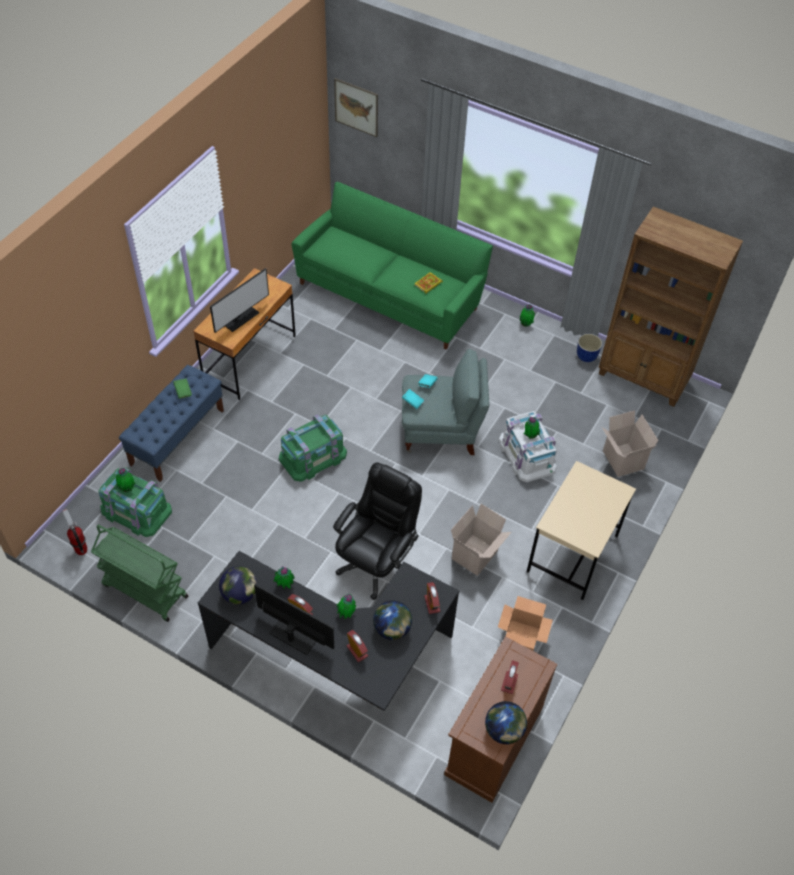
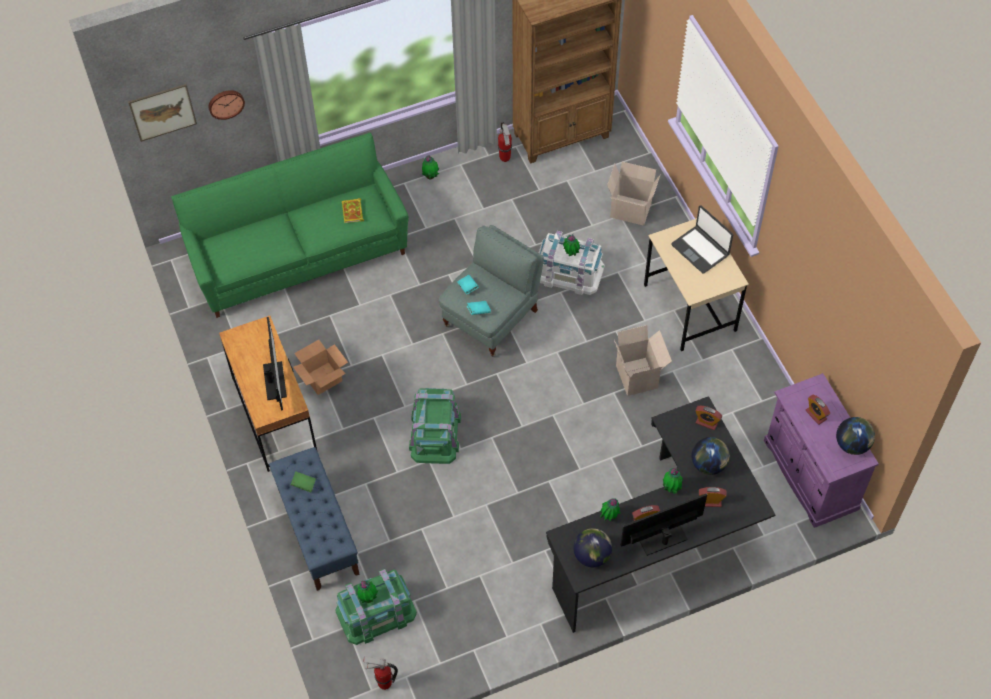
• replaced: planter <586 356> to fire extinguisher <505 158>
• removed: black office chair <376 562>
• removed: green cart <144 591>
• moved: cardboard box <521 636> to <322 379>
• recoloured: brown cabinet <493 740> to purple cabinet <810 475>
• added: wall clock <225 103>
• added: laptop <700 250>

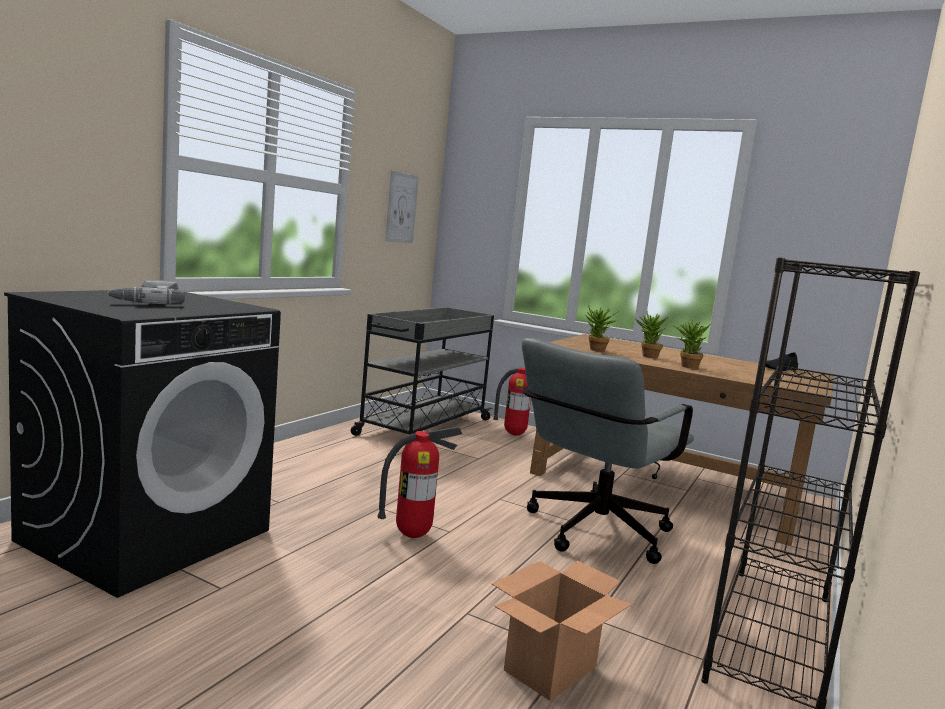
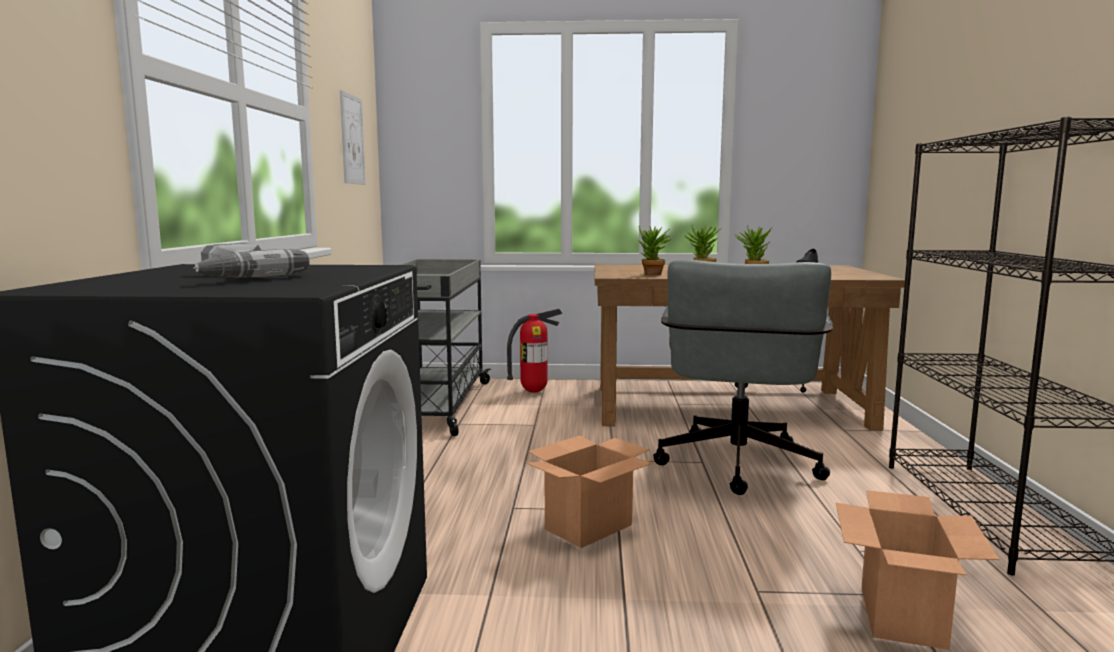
• replaced: fire extinguisher <413 535> to cardboard box <589 527>

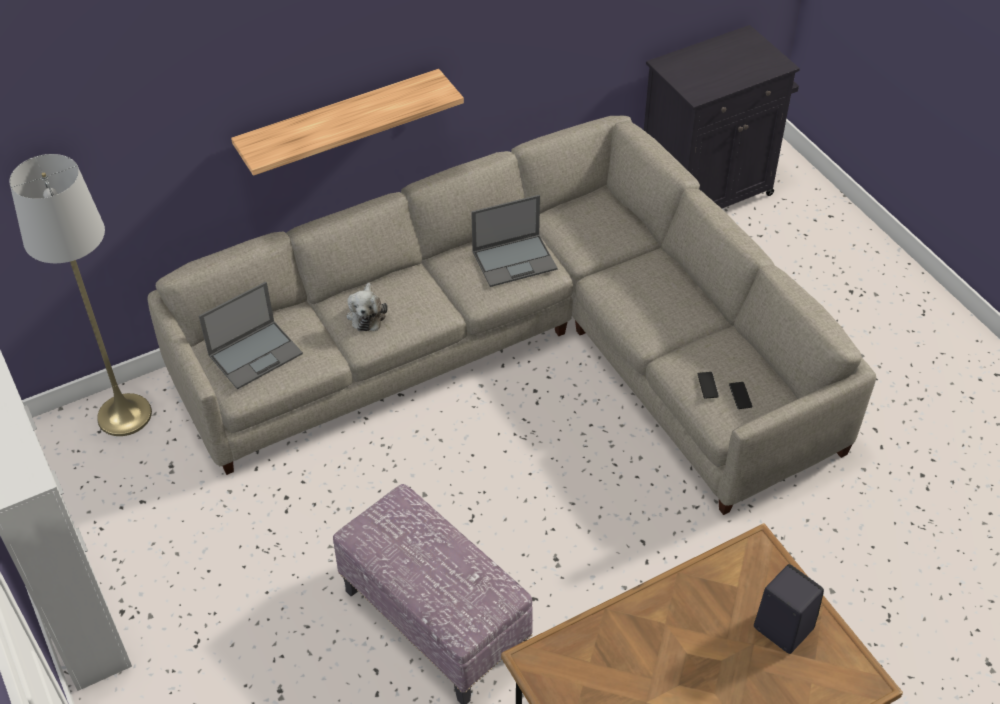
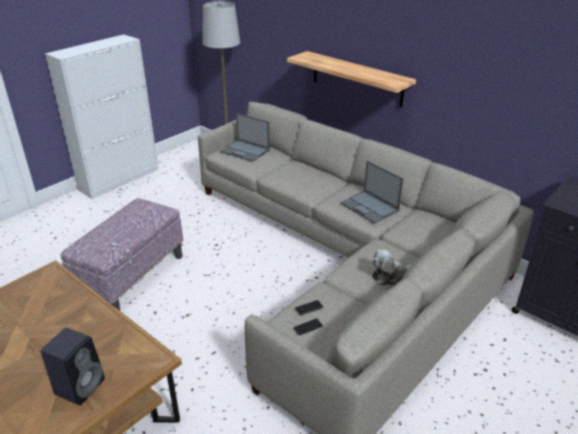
• moved: plush toy <367 314> to <390 276>

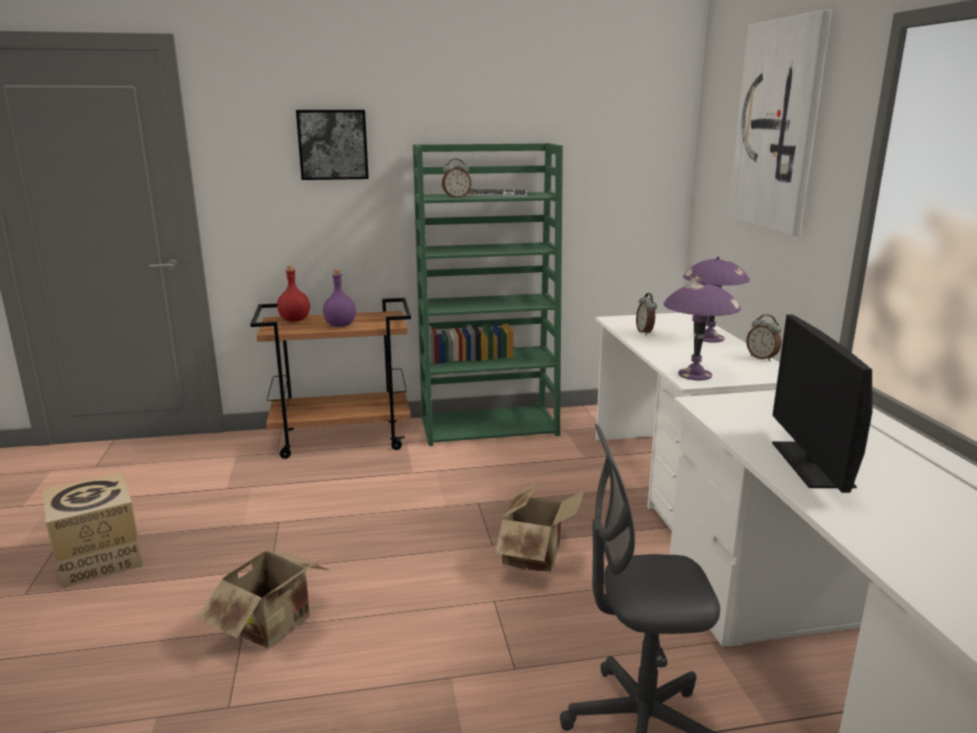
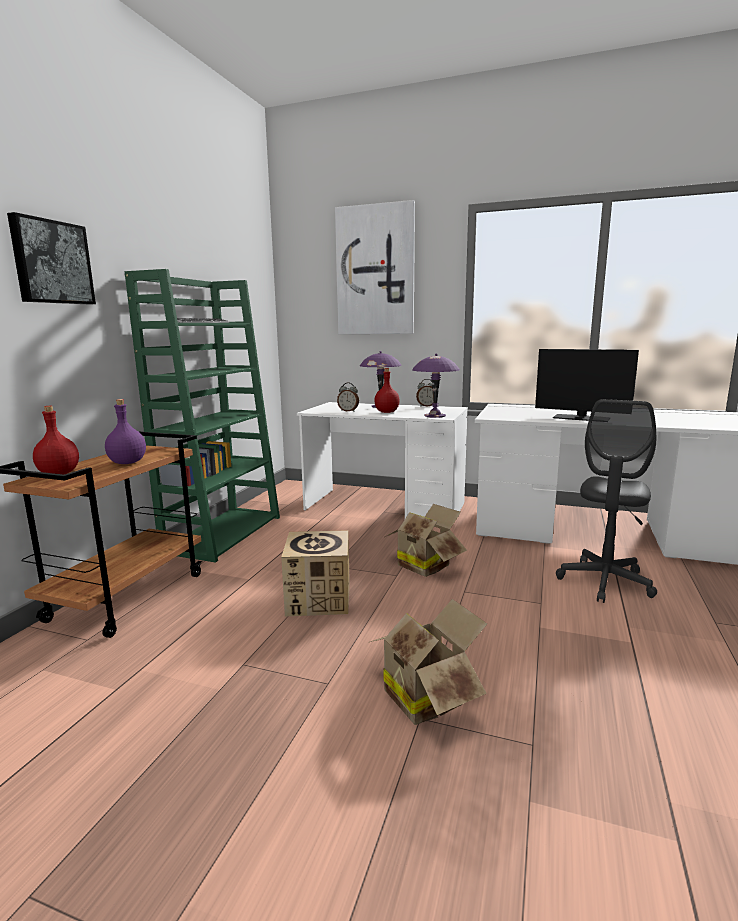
• removed: alarm clock <456 197>
• moved: cardboard box <99 559> to <319 599>
• added: red bottle <387 412>

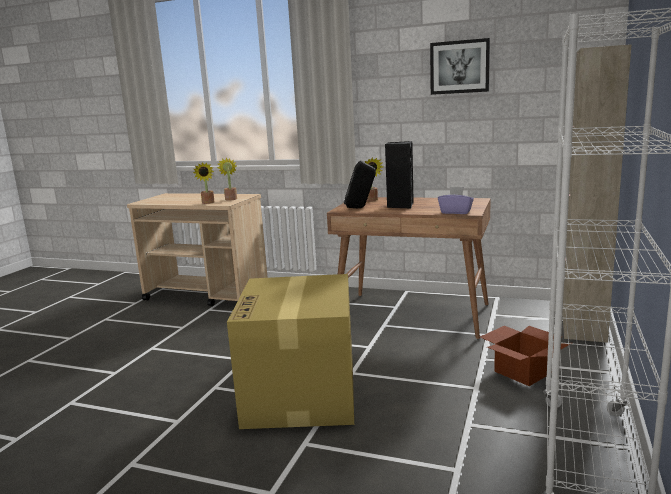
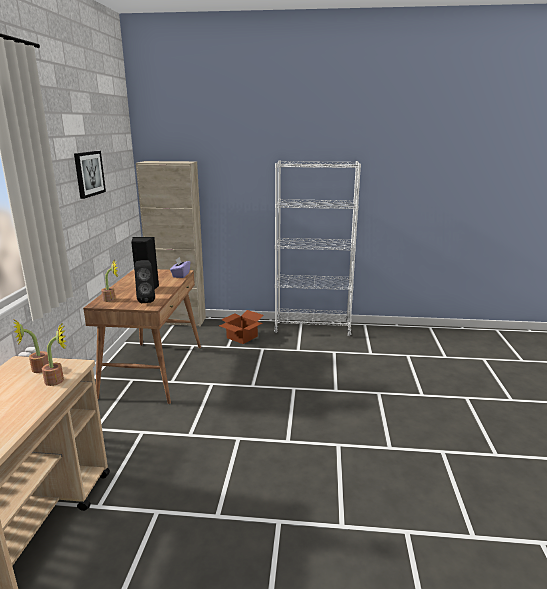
• removed: cardboard box <301 394>

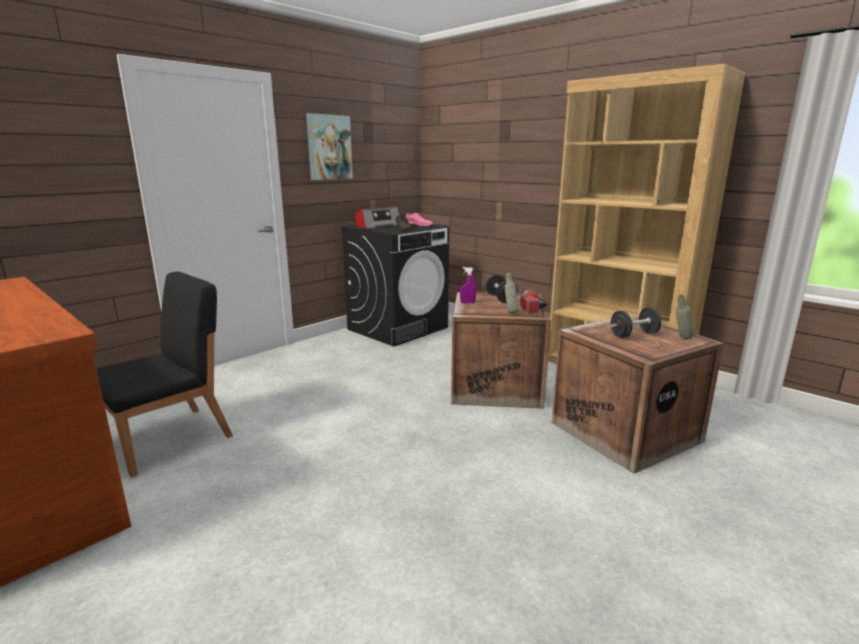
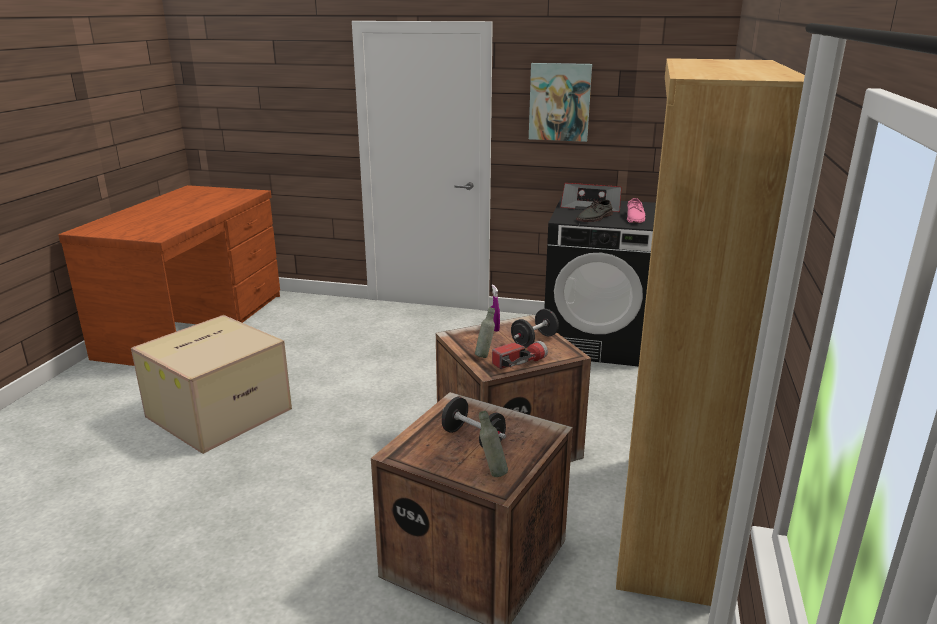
• removed: black chair <170 439>
• added: cardboard box <219 411>

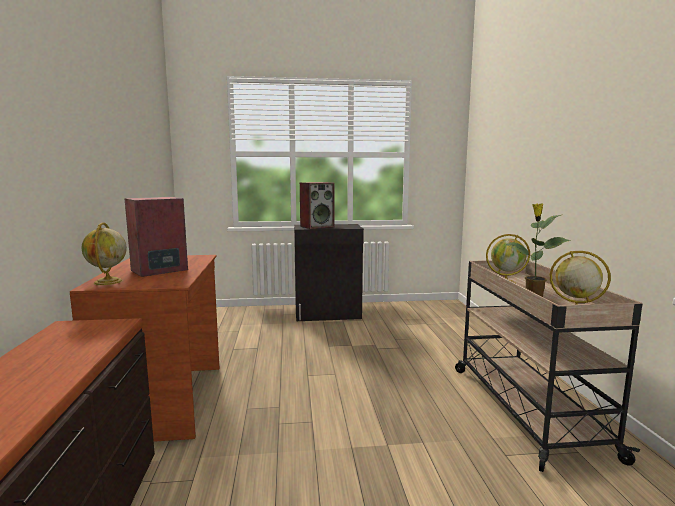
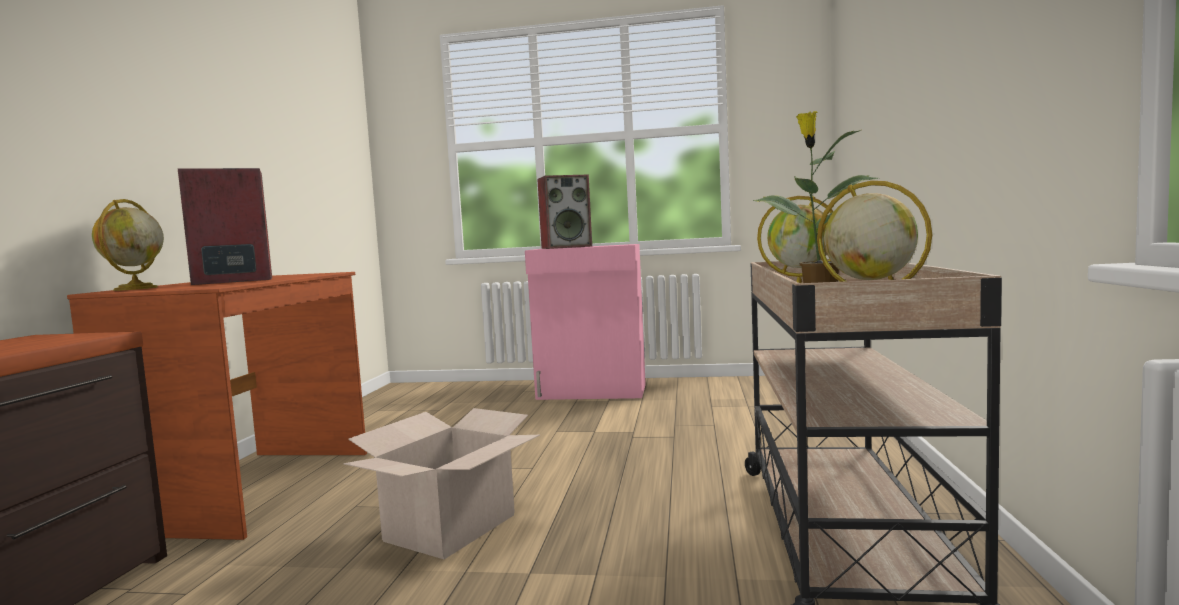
• recoloured: black cabinet <328 314> to pink cabinet <592 392>
• added: cardboard box <450 527>

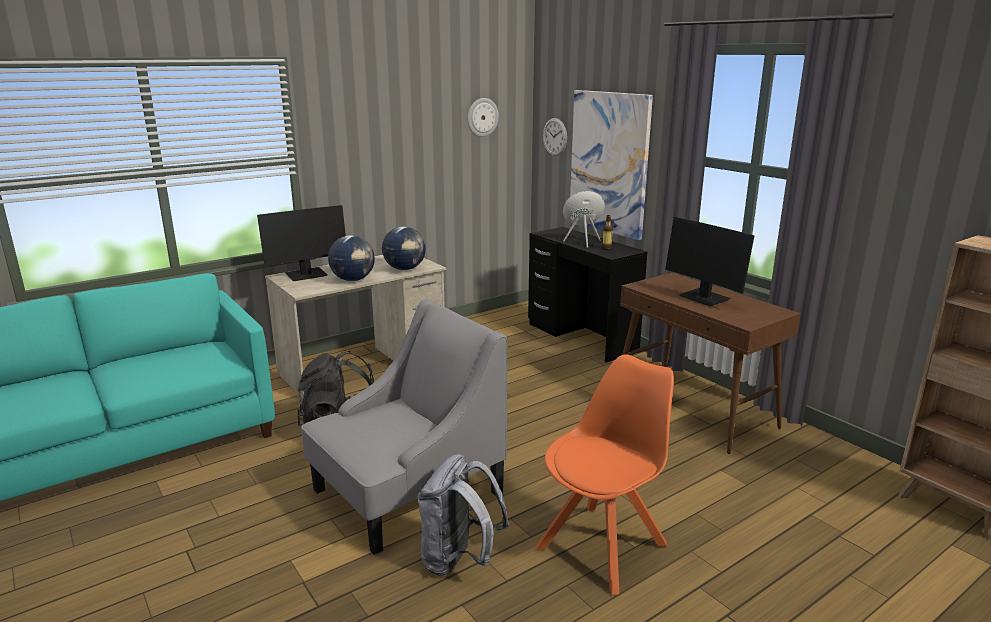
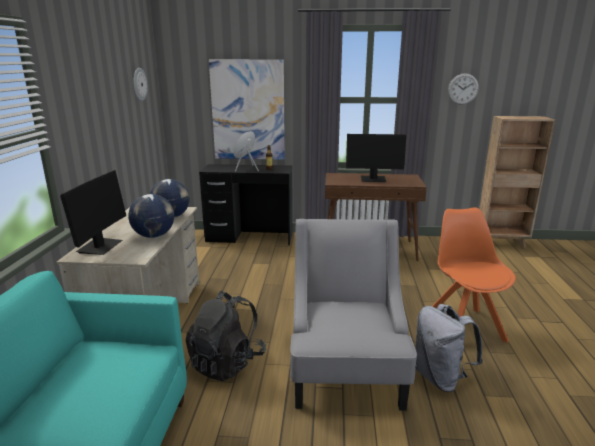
• moved: wall clock <555 137> to <463 89>

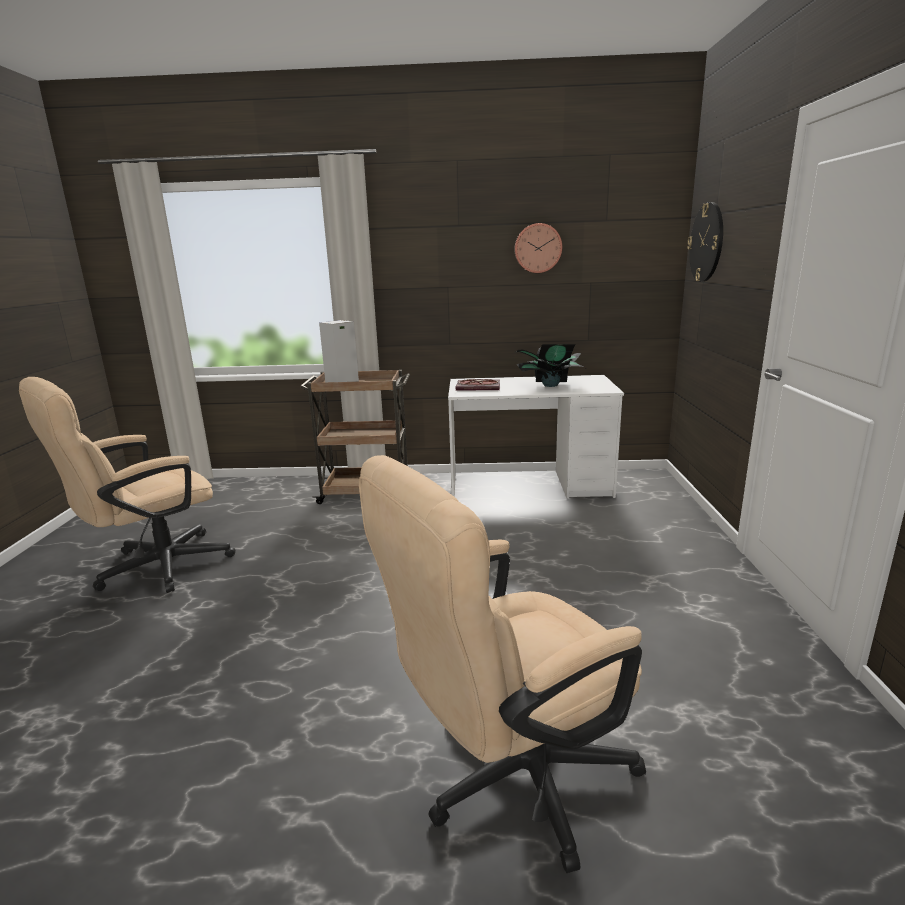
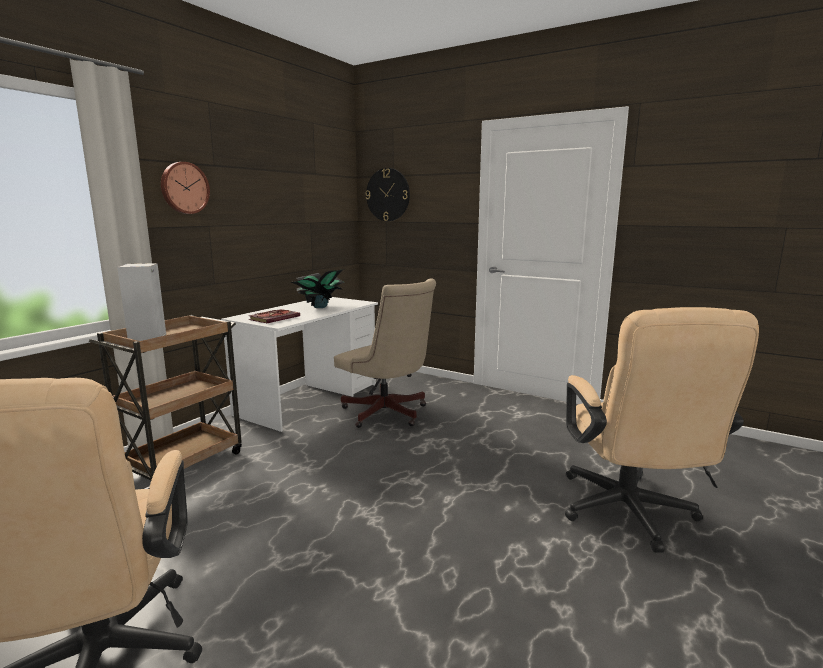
• moved: wall clock <537 248> to <184 188>
• added: beige office chair <387 414>

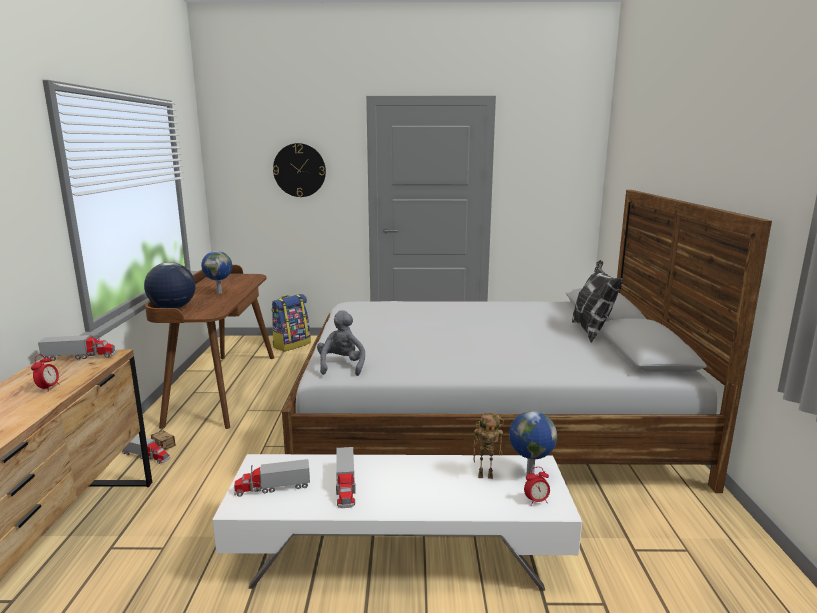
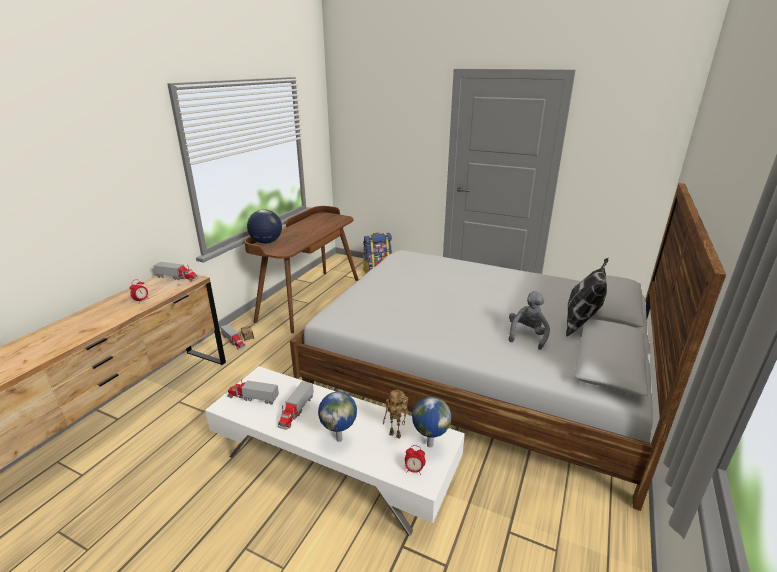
• removed: wall clock <299 170>
• moved: globe <219 293> to <340 438>
• moved: grey plush toy <341 366> to <527 336>

